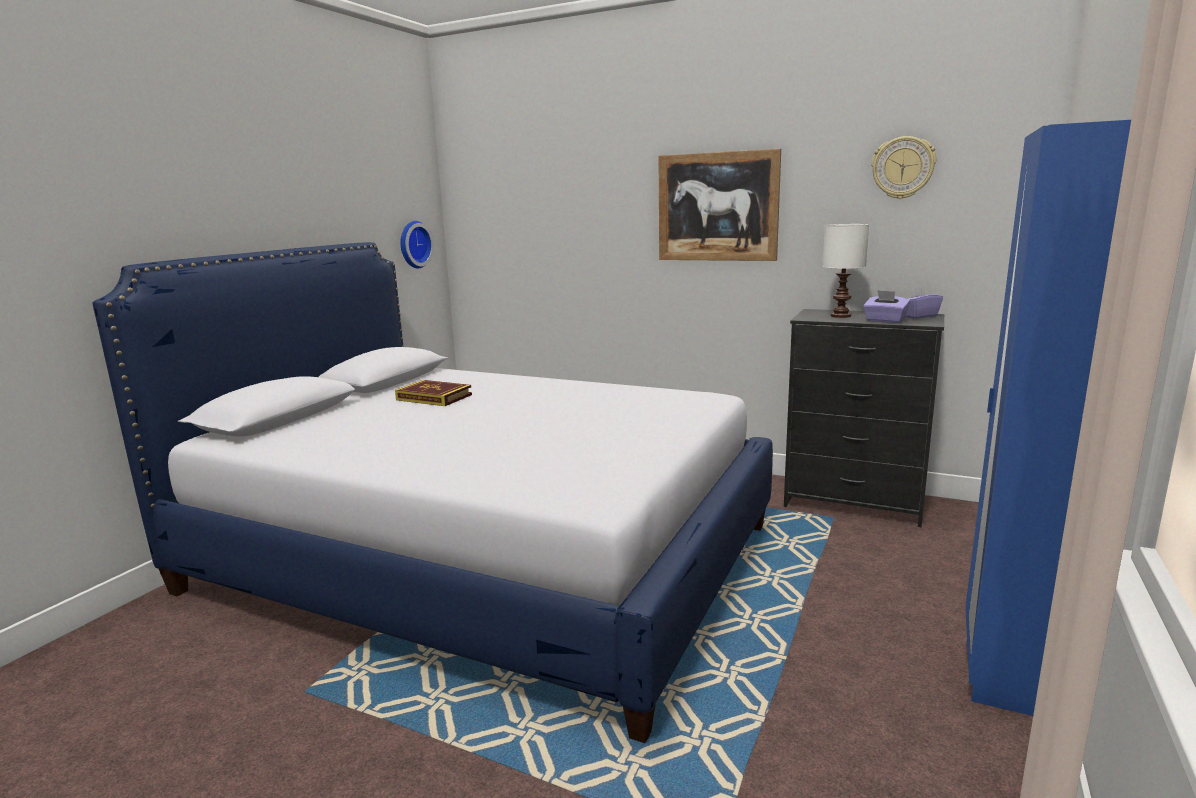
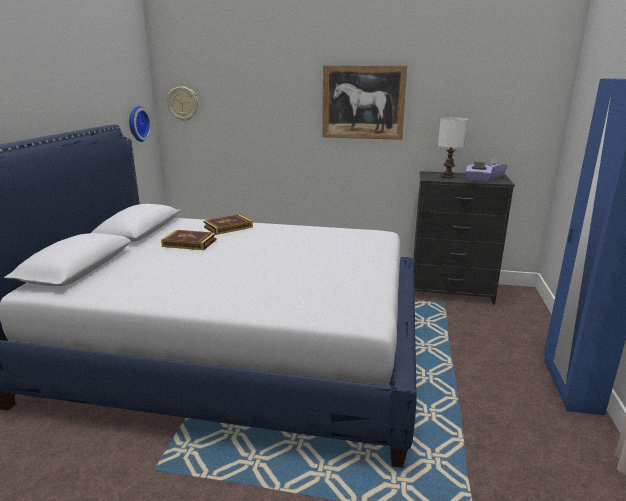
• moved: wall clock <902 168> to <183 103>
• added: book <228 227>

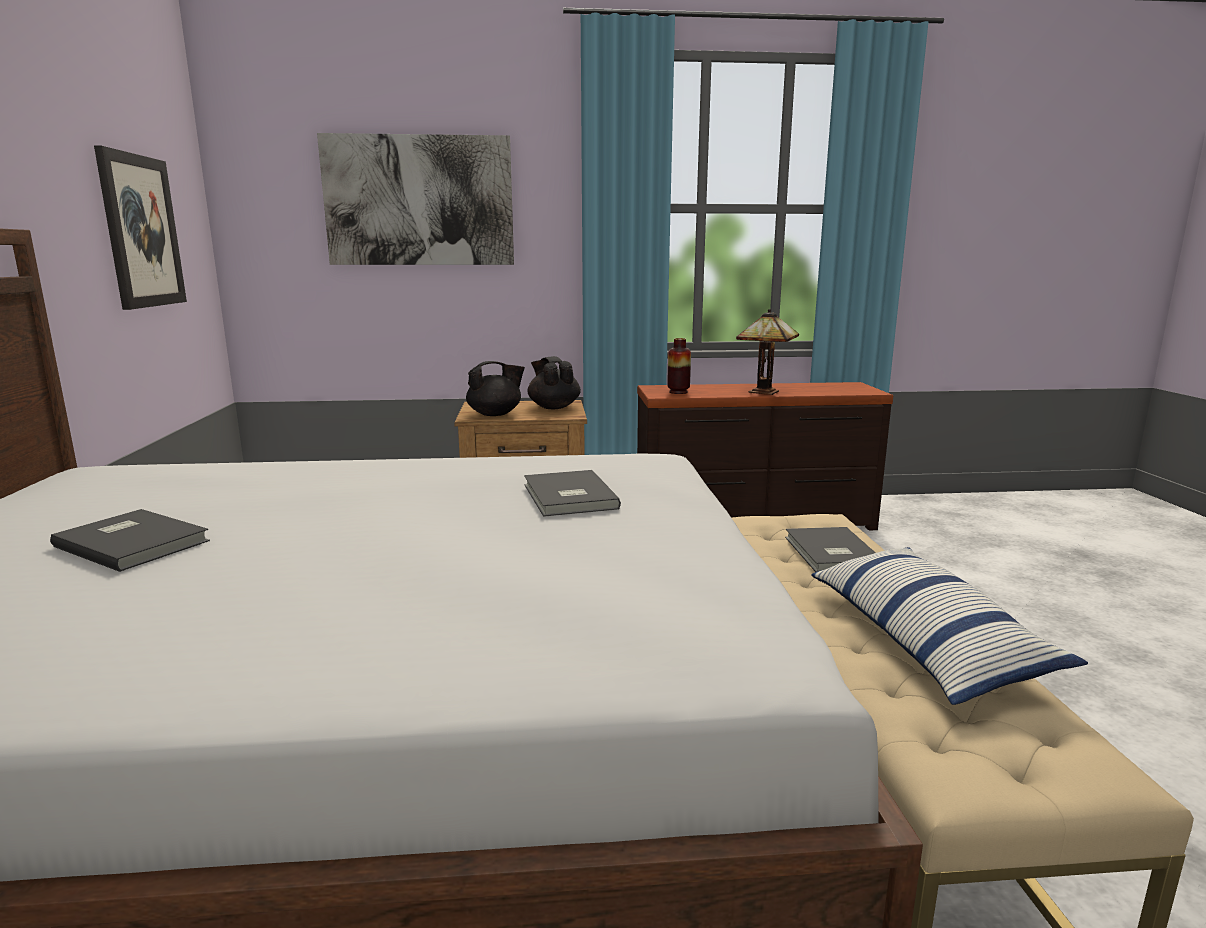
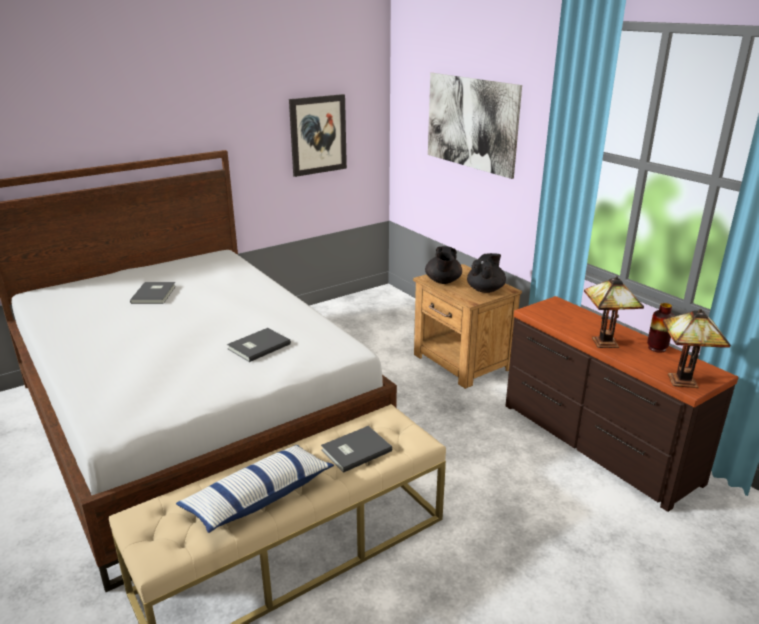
• moved: vase <678 392> to <657 348>
• turned: black teapot <495 414> = <443 281> 60 degrees clockwise
• added: table lamp <684 380>

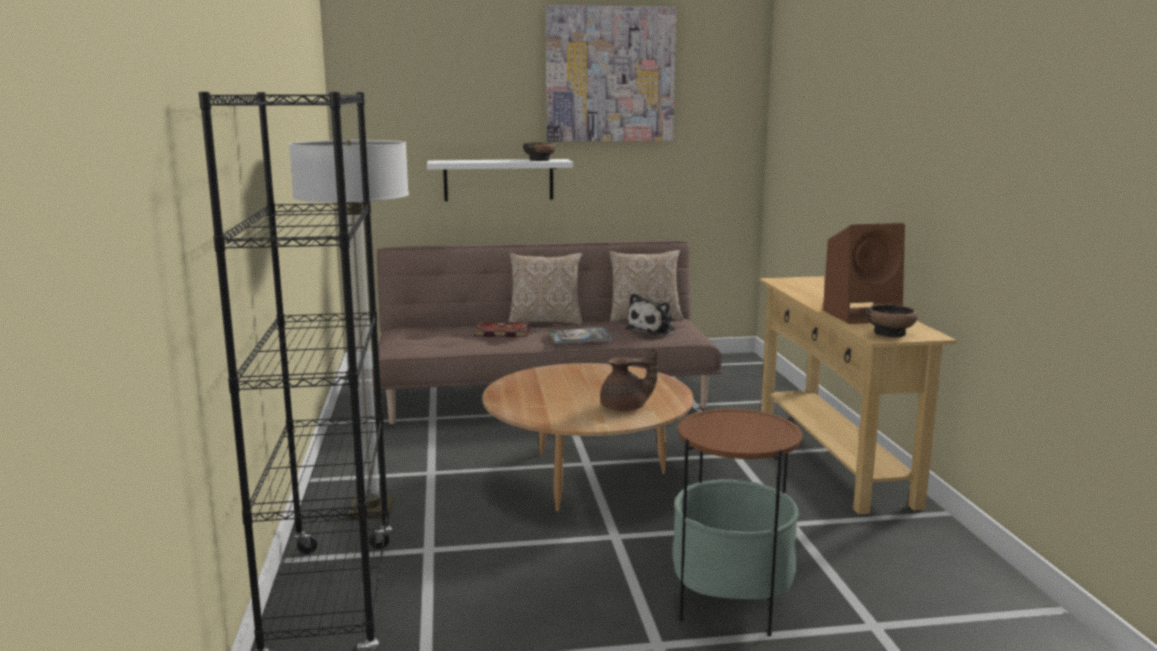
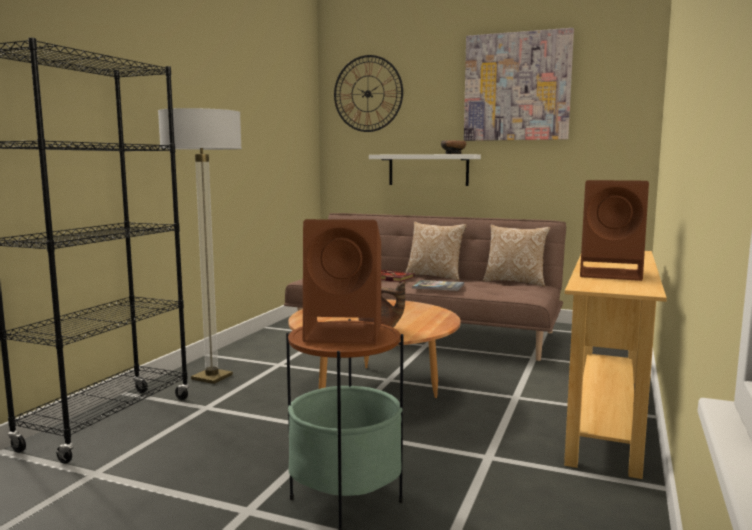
• removed: plush toy <653 329>
• removed: bowl <890 333>
• added: wall clock <368 93>
• added: brown speaker <346 333>

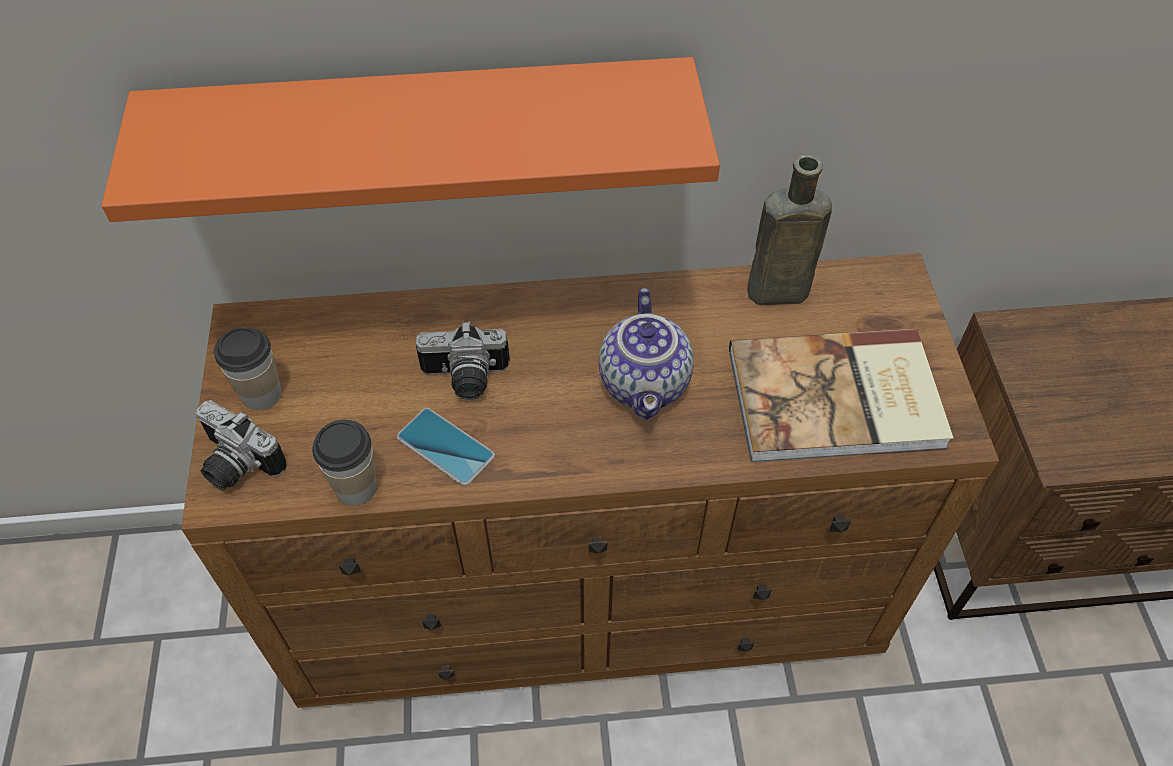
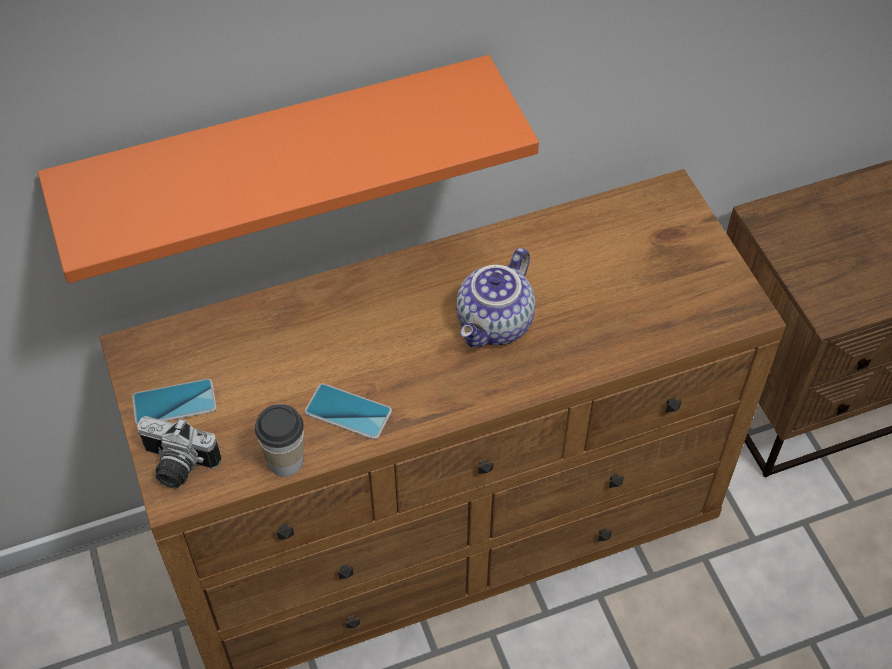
• removed: brown bottle <773 292>
• turned: teapot <647 384> = <496 325> 45 degrees clockwise
• removed: photo camera <465 379>
• replaced: cup <261 394> to phone <174 403>
• removed: book <837 401>

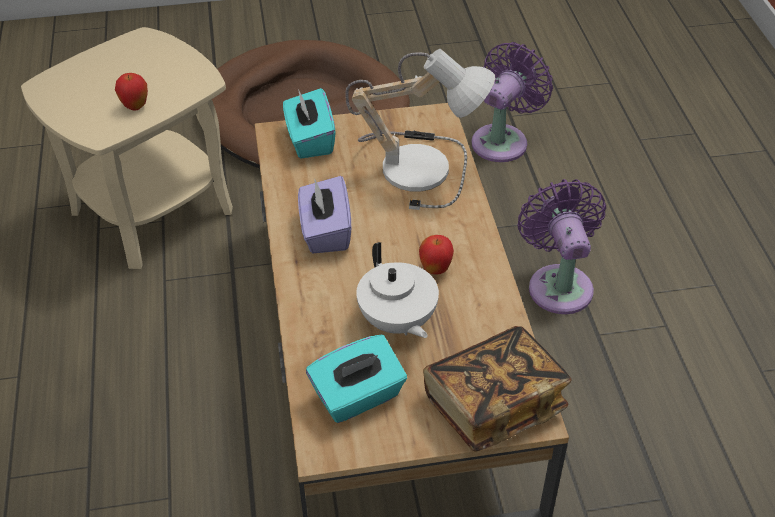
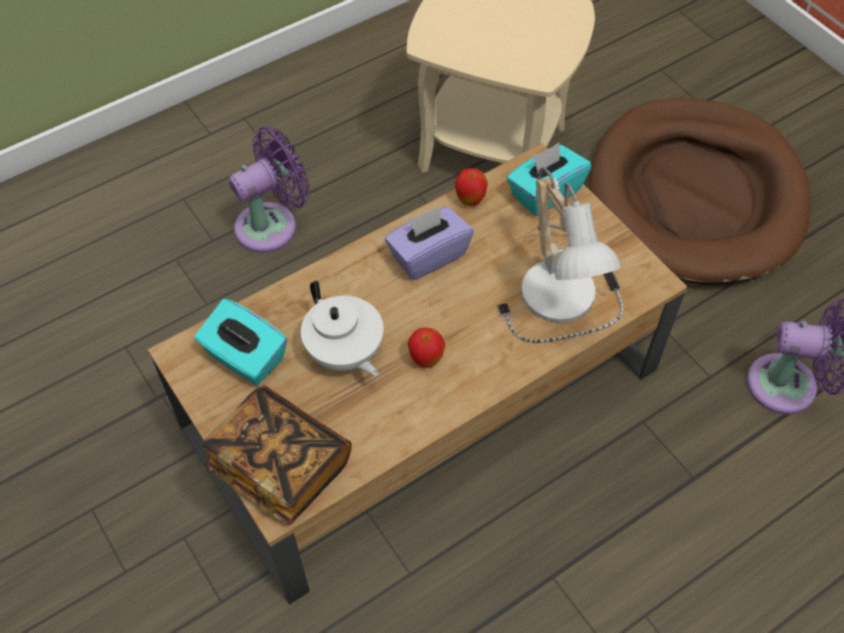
• moved: apple <135 106> to <470 200>
• moved: purple fan <558 284> to <272 225>
• turned: white teapot <397 321> = <344 353> 75 degrees counterclockwise

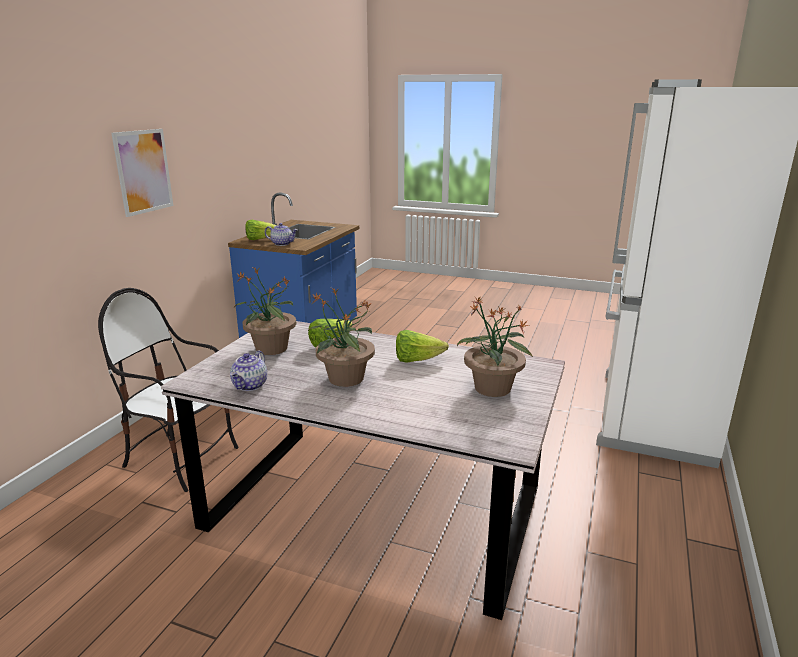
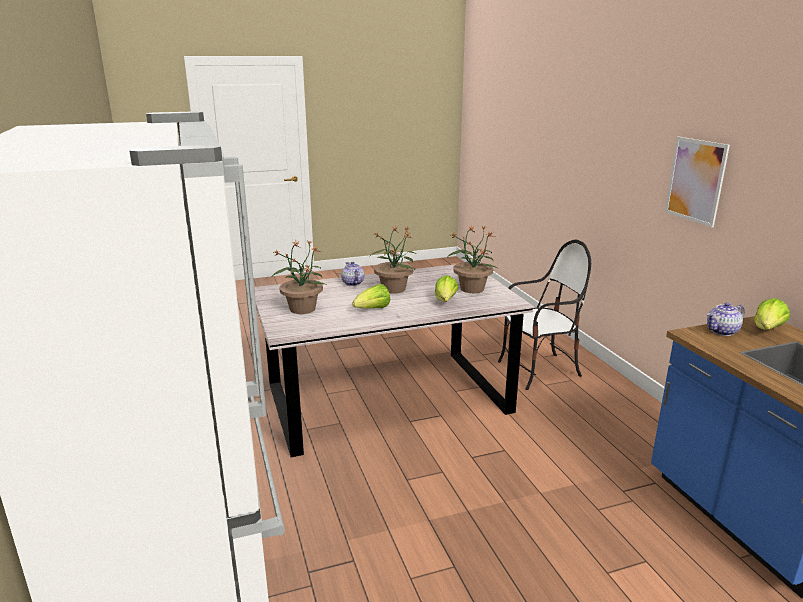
• moved: teapot <250 385> to <352 283>

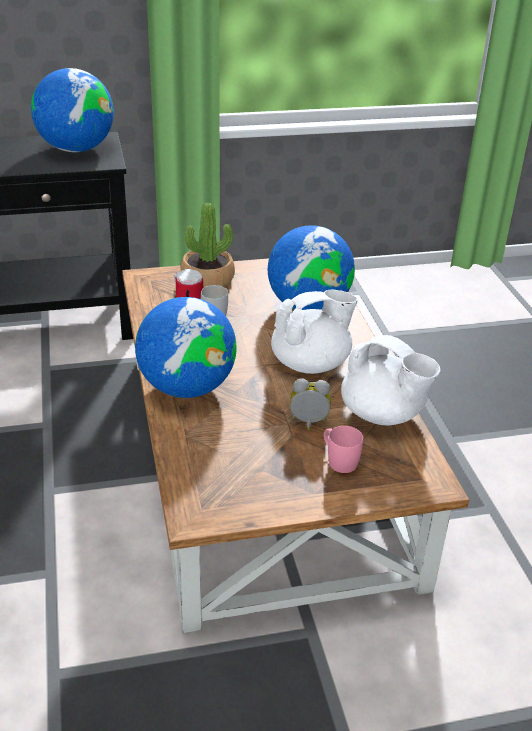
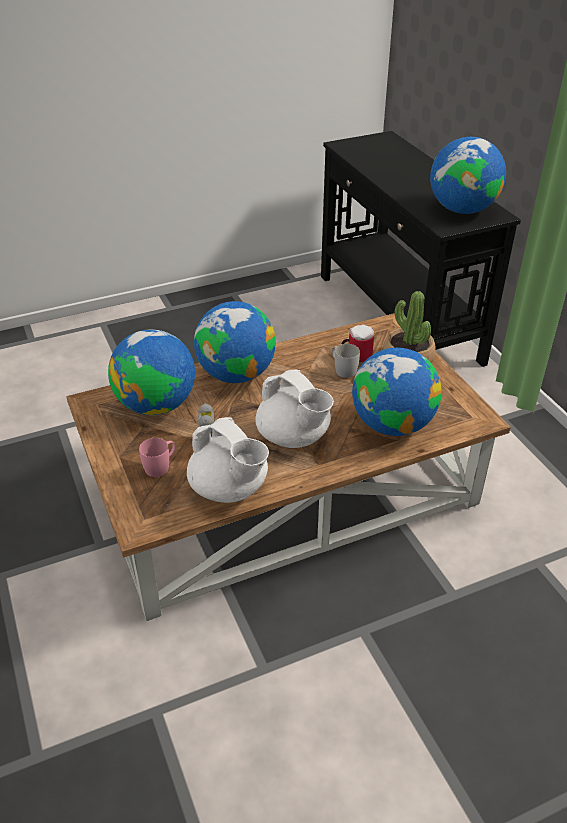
• turned: white teapot <383 414> = <229 488> 75 degrees counterclockwise
• added: globe <156 405>

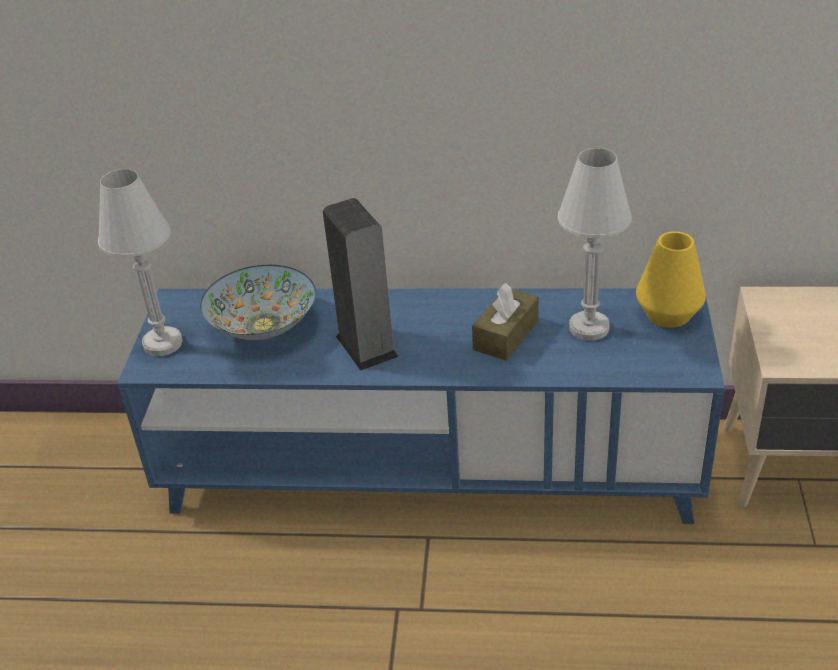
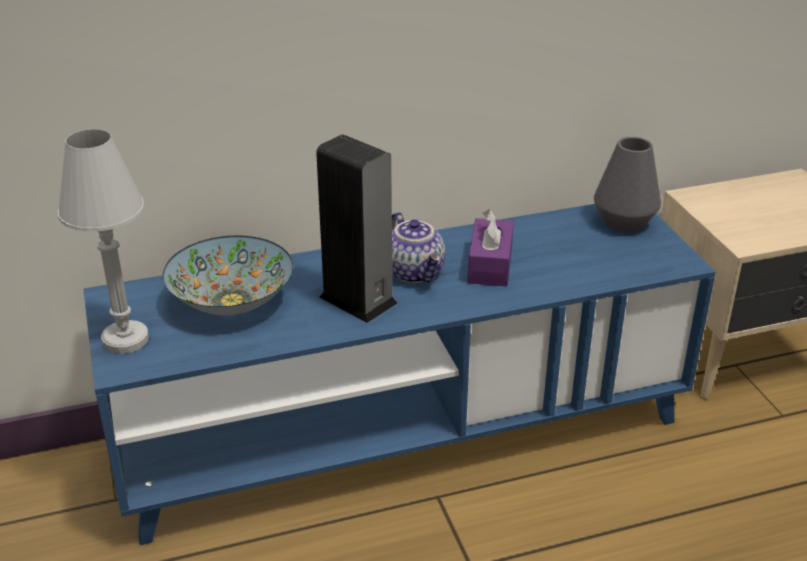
• removed: white table lamp <589 328>
• recoloured: yellow vase <668 314> to grey vase <623 222>
• recoloured: brown tissue box <506 335> to purple tissue box <490 265>
• added: teapot <416 272>

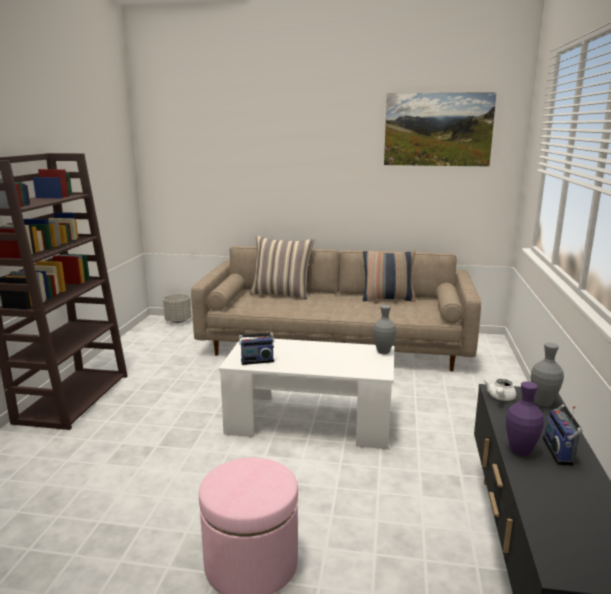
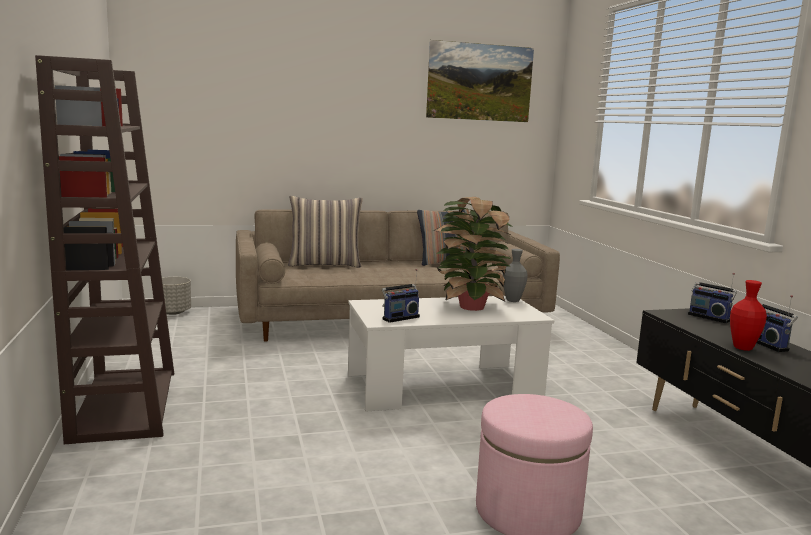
• replaced: grey vase <543 403> to radio <709 317>
• removed: white teapot <500 398>
• recoloured: purple vase <520 451> to red vase <742 348>
• added: potted plant <469 306>

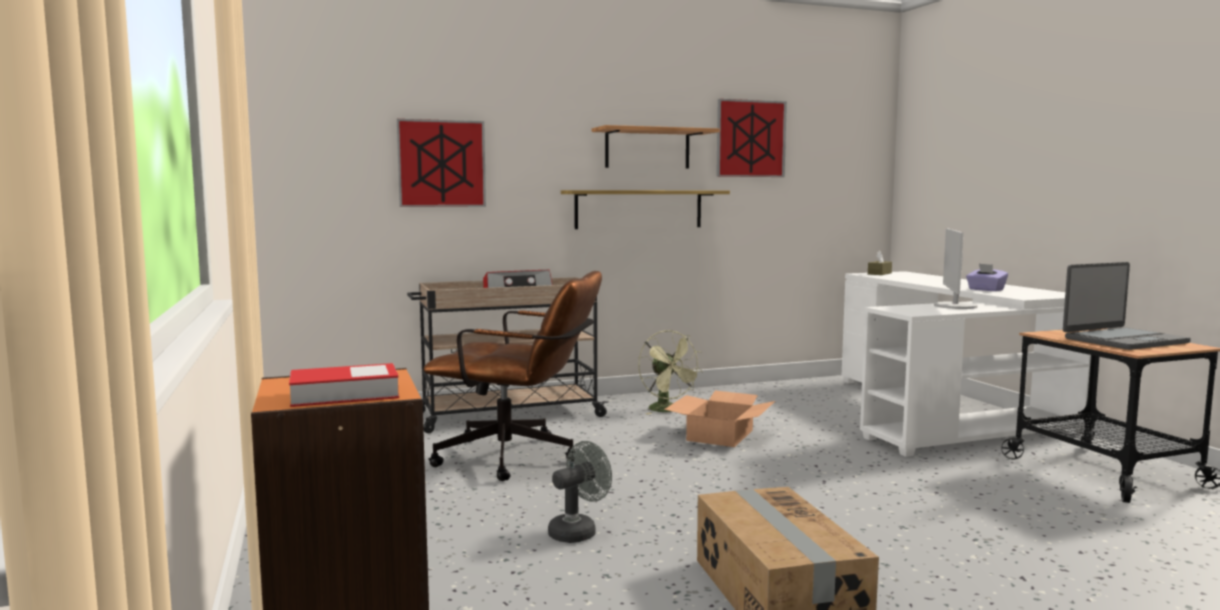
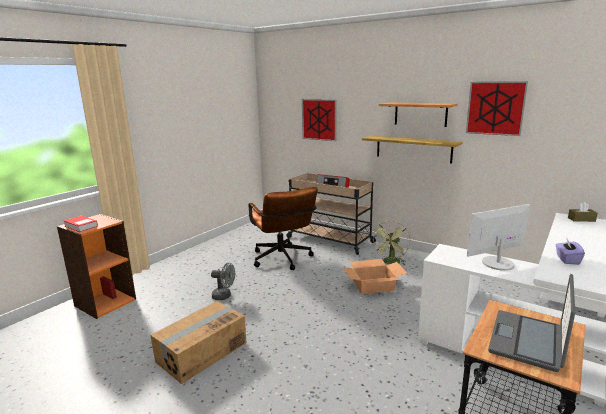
• turned: laptop <1123 340> = <527 341> 90 degrees clockwise

